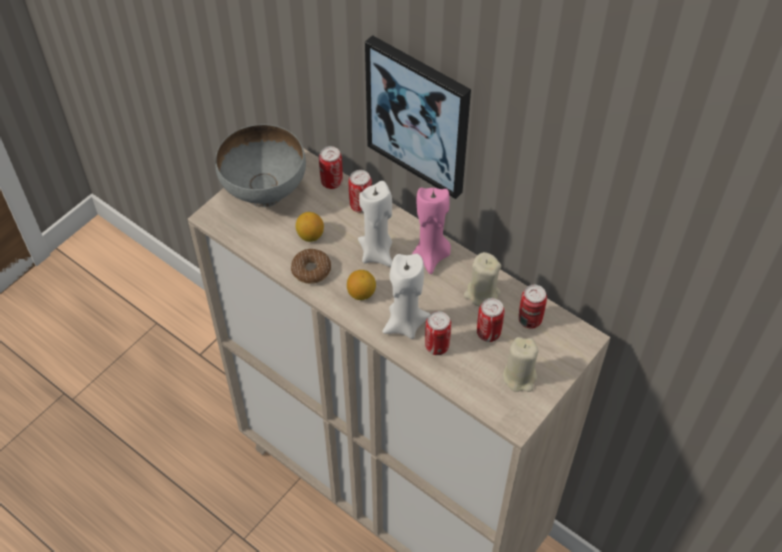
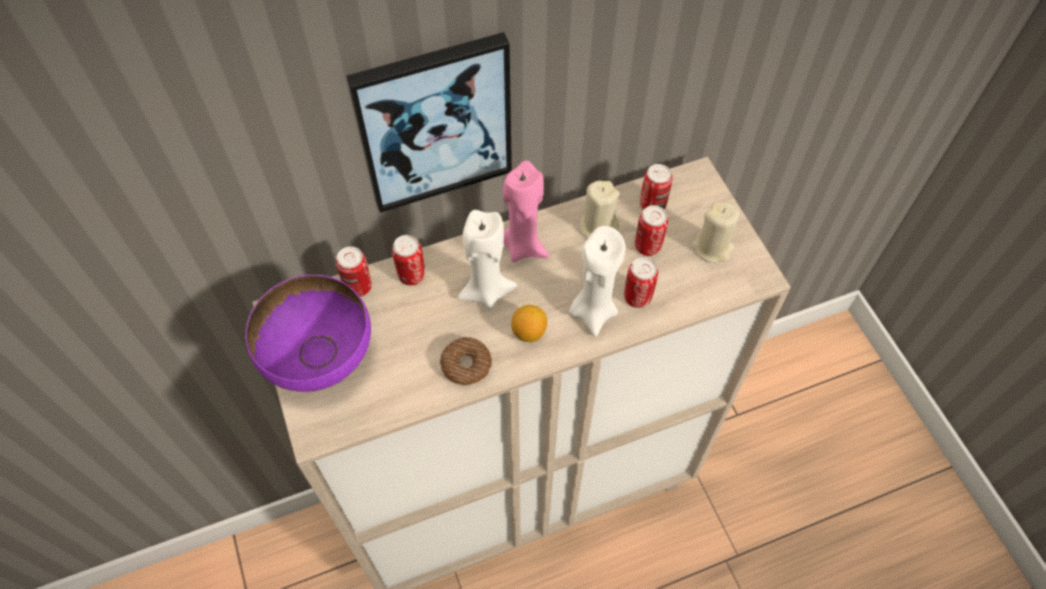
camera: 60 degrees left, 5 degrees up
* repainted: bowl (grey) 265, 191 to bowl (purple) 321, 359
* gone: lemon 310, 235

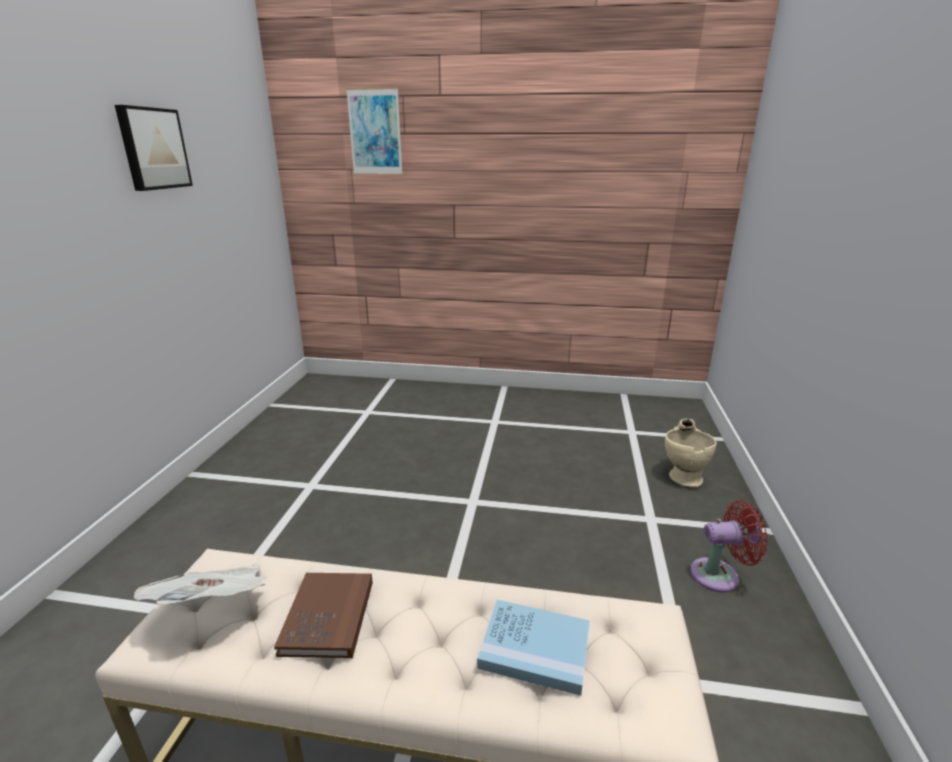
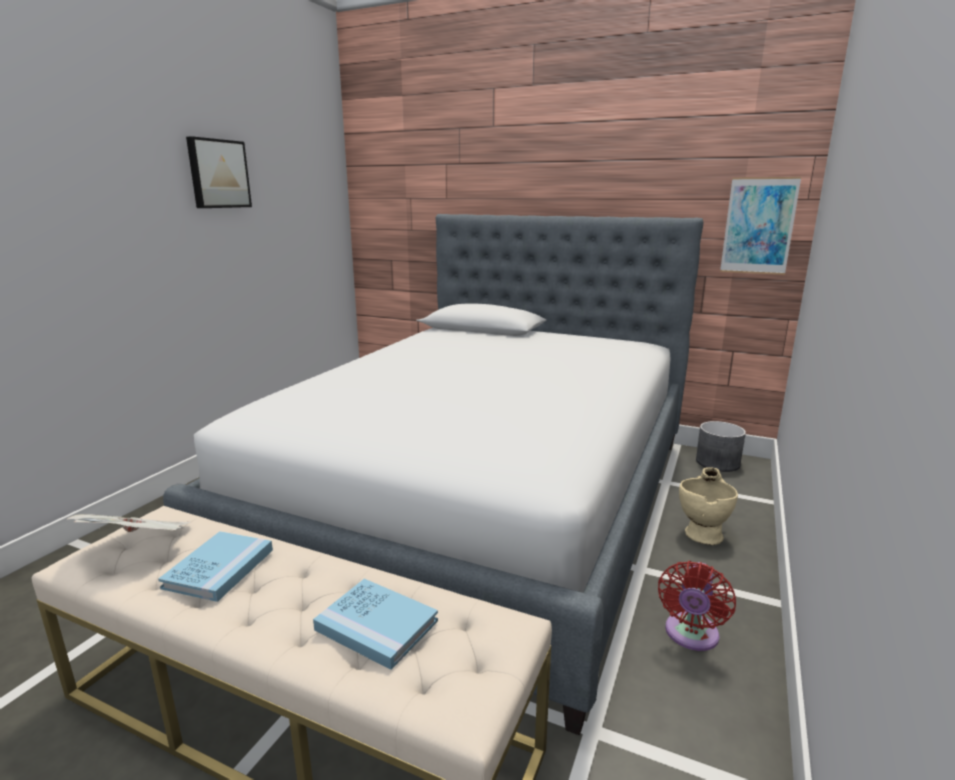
camera: 15 degrees right, 5 degrees down
* repainted: book (brown) 328, 616 to book (blue) 219, 568
* new: bed 484, 503
* rotated: fan (red) 719, 575 = 690, 636 105 degrees clockwise
* new: planter (grey) 717, 463
* shifted: picture 375, 132 to 758, 226

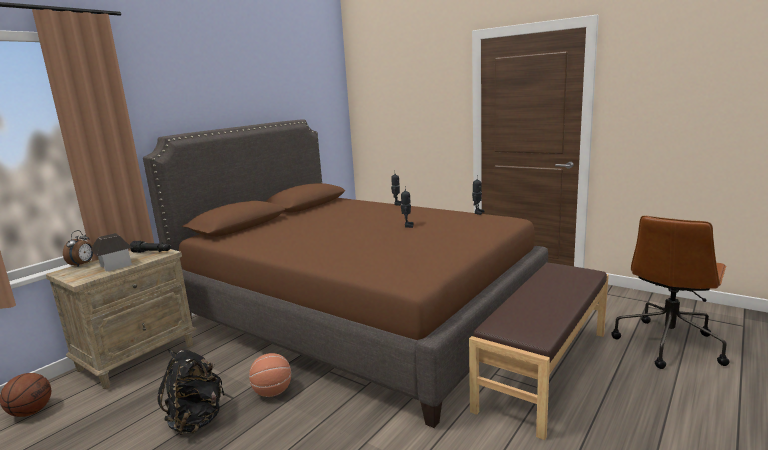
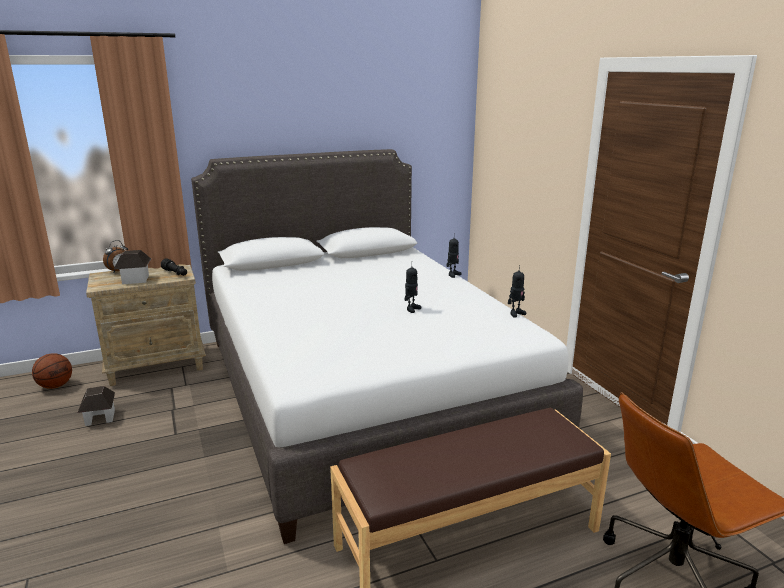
camera: 30 degrees right, 5 degrees up
* new: toy house 100, 418
* repainted: bed (brown) 358, 315 to bed (white) 361, 392
* gone: backpack (black) 196, 420
* gone: basketball 273, 392

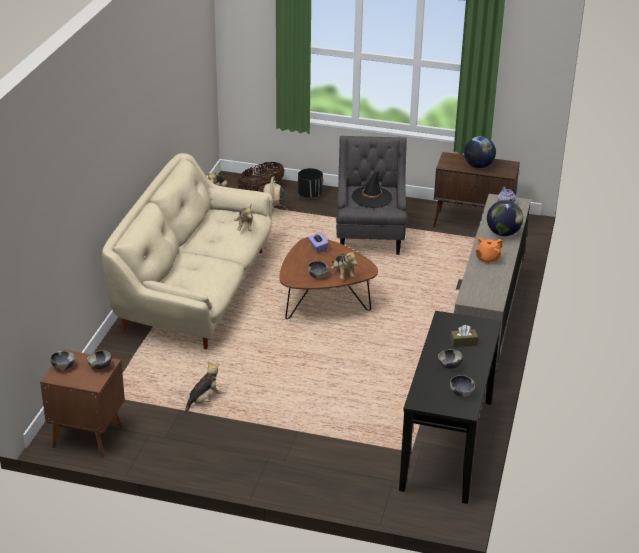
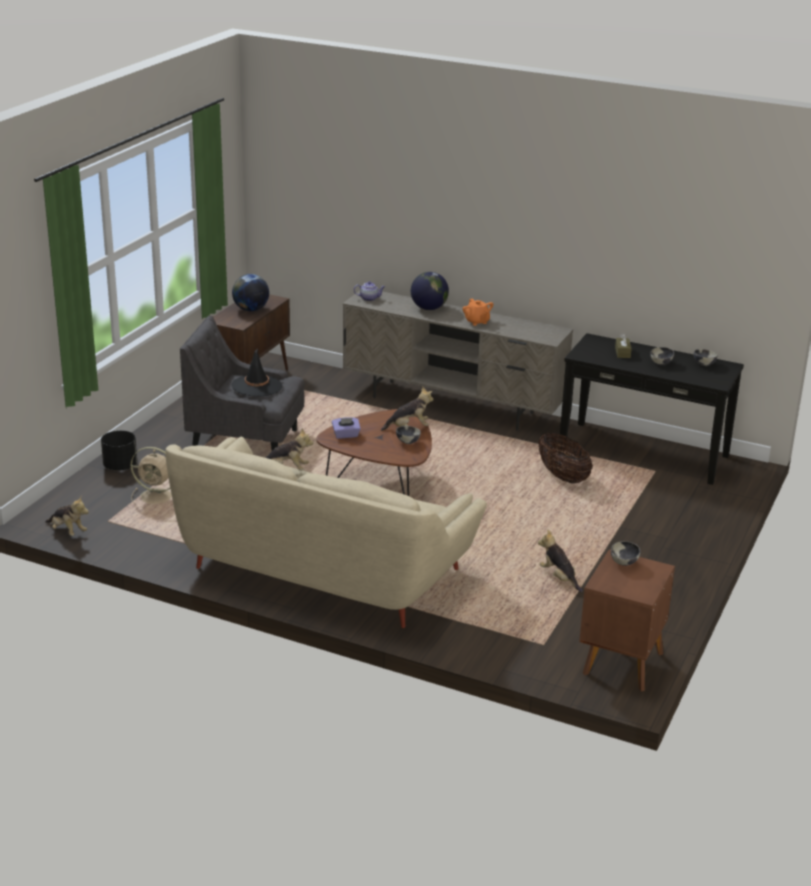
camera: 80 degrees left, 5 degrees down
* shifted: basket 261, 192 to 563, 476
* gone: bowl 63, 367

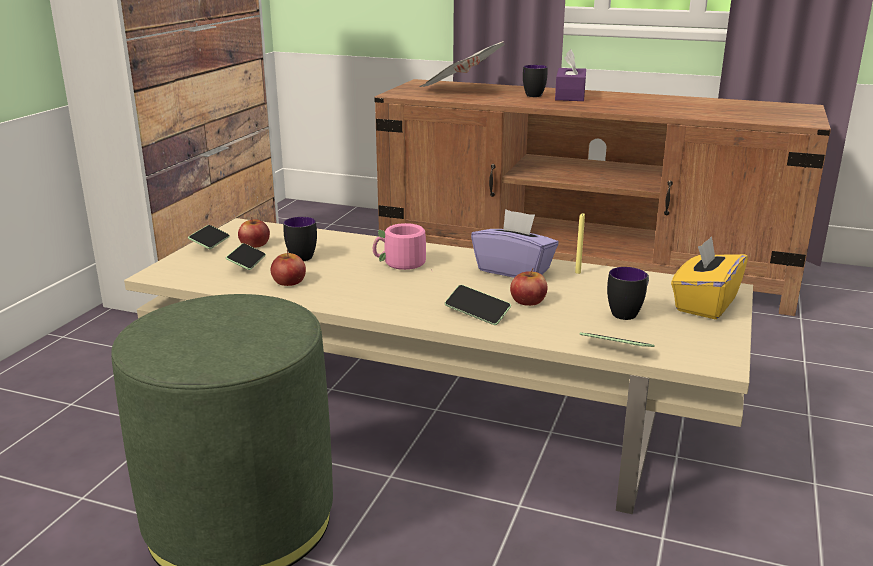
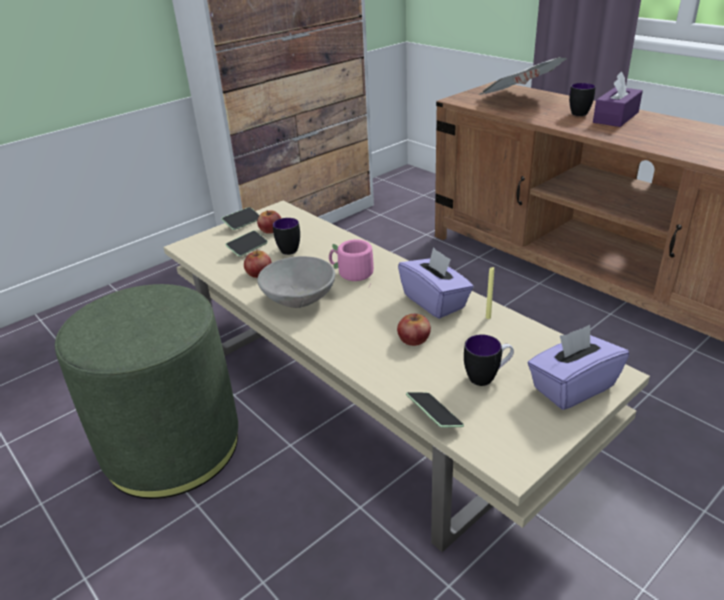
camera: 30 degrees right, 10 degrees up
* new: bowl (grey) 299, 298
* repainted: tissue box (yellow) 705, 304 to tissue box (purple) 572, 387
* gone: phone 477, 313

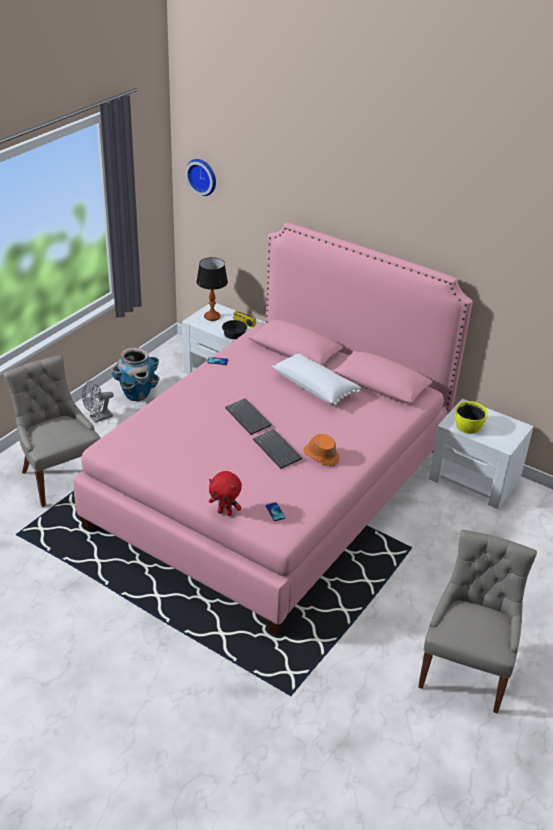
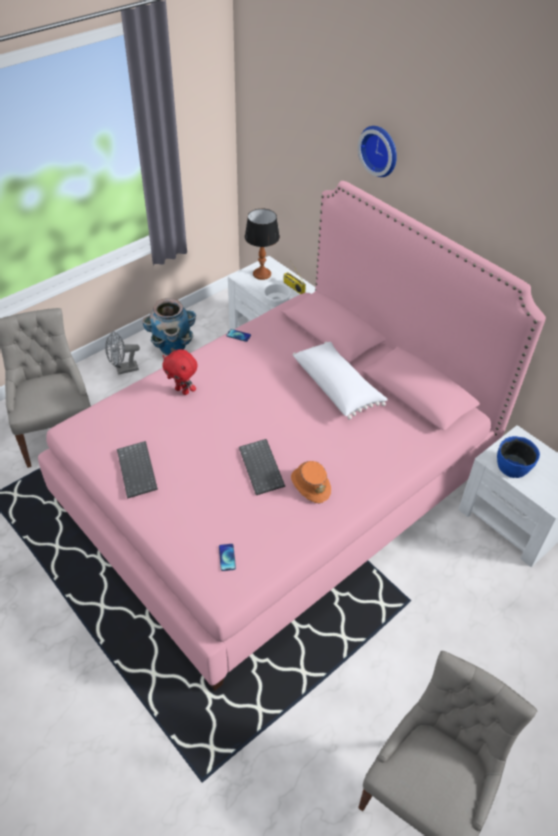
camera: 15 degrees right, 10 degrees up
* shifted: keyboard 249, 417 to 138, 470
* shifted: plush toy (red) 225, 512 to 183, 391
* repainted: bowl (black) 235, 336 to bowl (white) 277, 302
* shifted: wall clock 203, 176 to 380, 150
* repainted: bowl (yellow) 468, 426 to bowl (blue) 513, 467

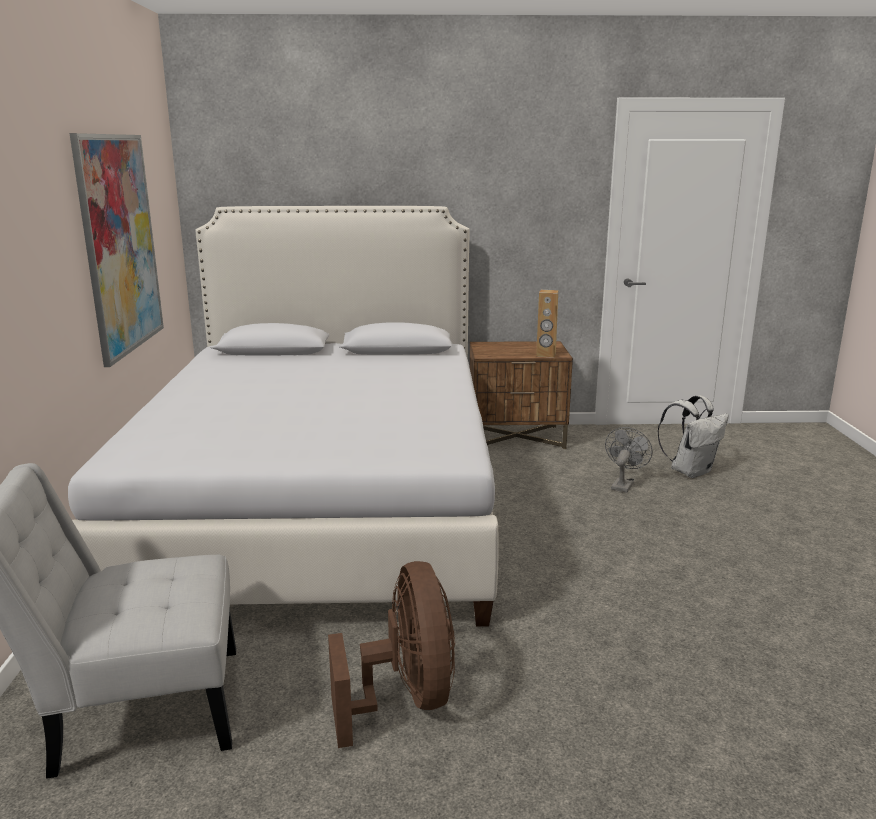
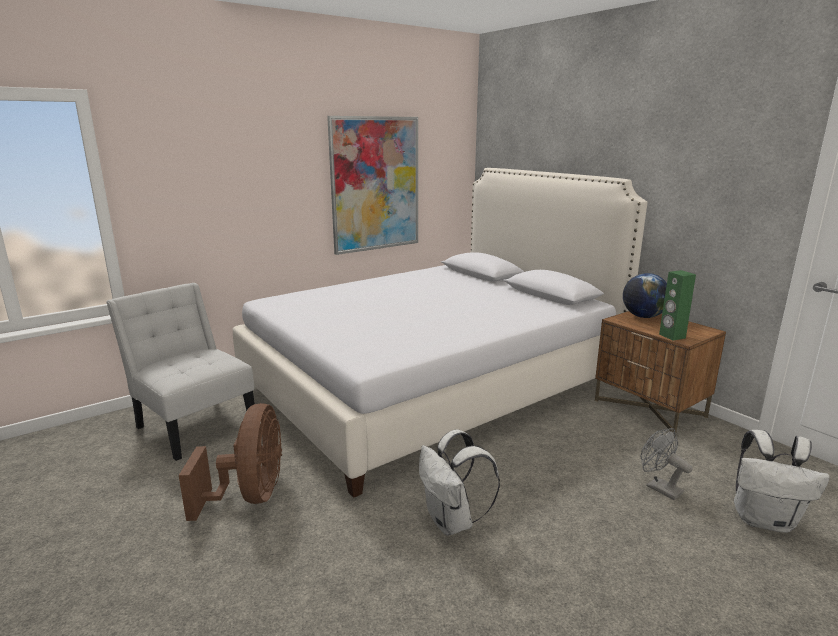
camera: 55 degrees right, 0 degrees up
* rotated: fan (brown) 405, 699 = 250, 496 45 degrees counterclockwise
* new: backpack (white) 452, 522
* new: globe 643, 316
* rotated: fan (grey) 623, 484 = 659, 487 120 degrees counterclockwise
* repainted: speaker (brown) 546, 355 to speaker (green) 672, 336

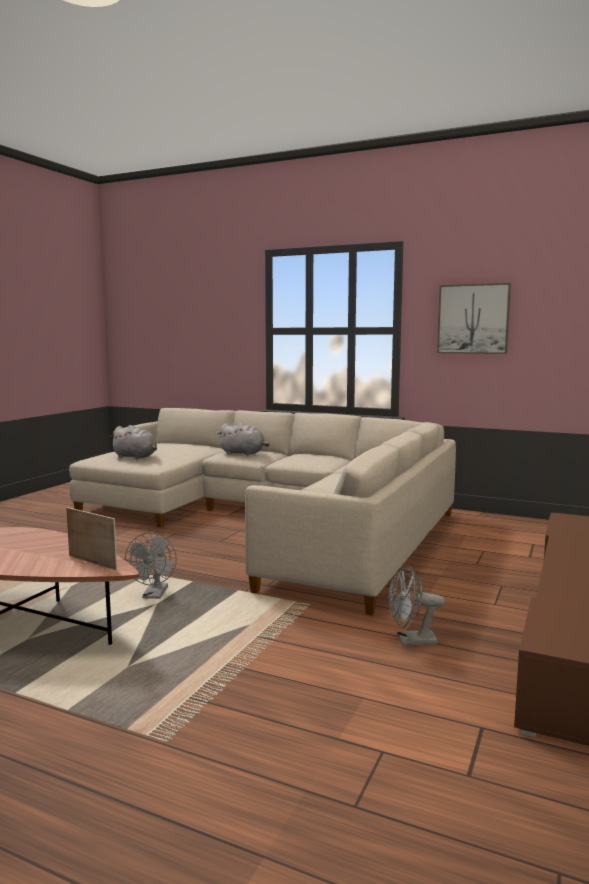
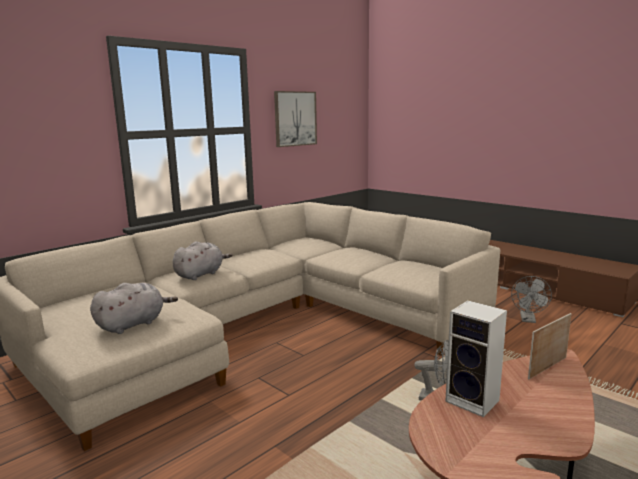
camera: 70 degrees left, 5 degrees up
* new: speaker 474, 401

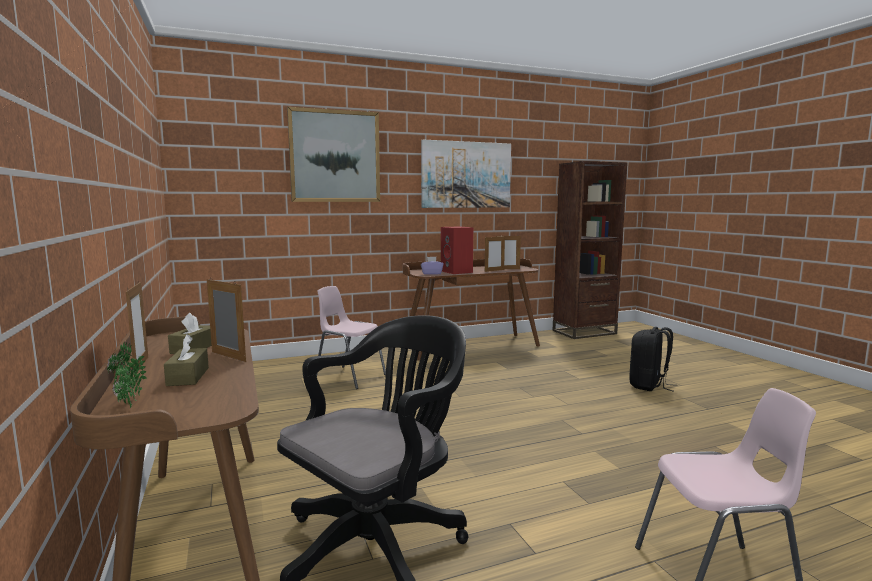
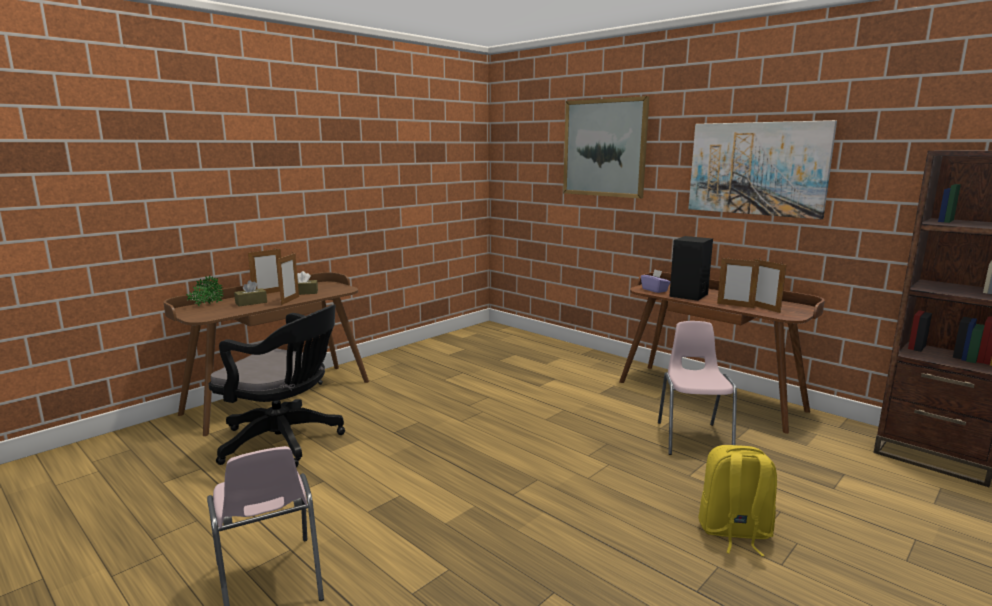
camera: 65 degrees right, 5 degrees up
* shifted: chair (pink) 349, 377 to 693, 438
* repainted: speaker (red) 457, 272 to speaker (black) 689, 295
* repainted: backpack (black) 649, 385 to backpack (yellow) 734, 532

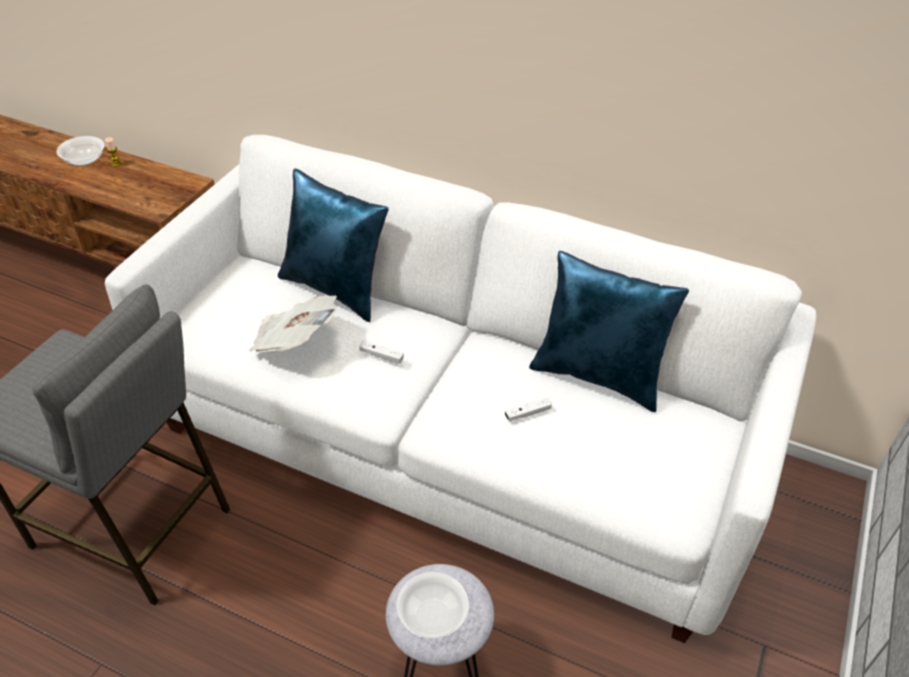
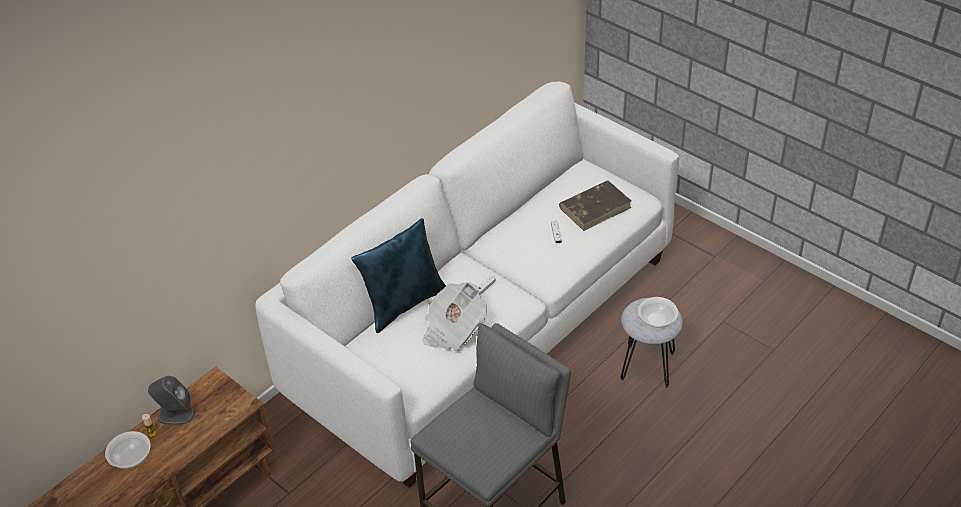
camera: 70 degrees left, 0 degrees up
* new: speaker (grey) 175, 415
* new: book (brown) 595, 207
* gone: pillow (blue) 598, 375

